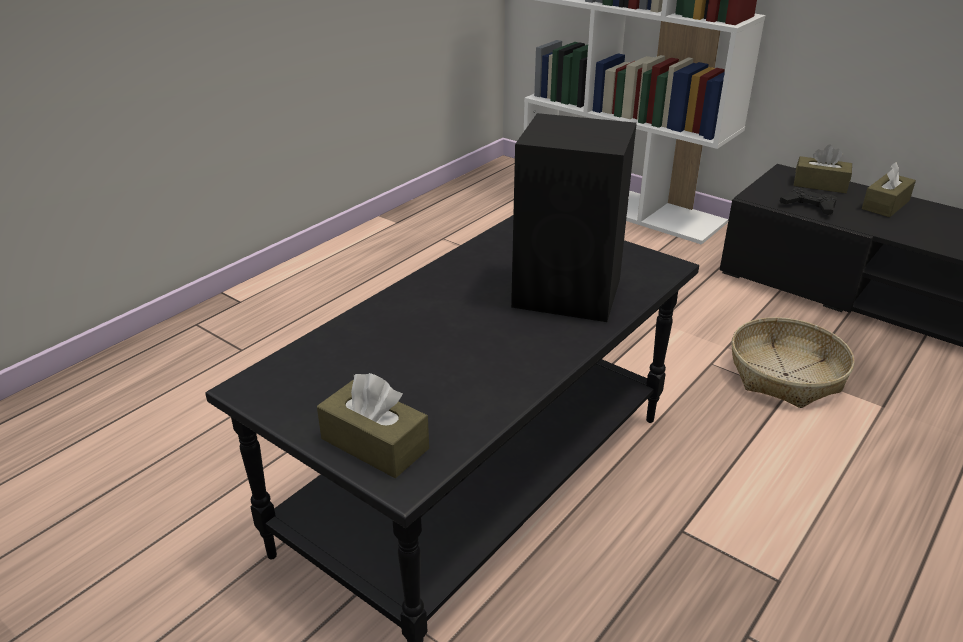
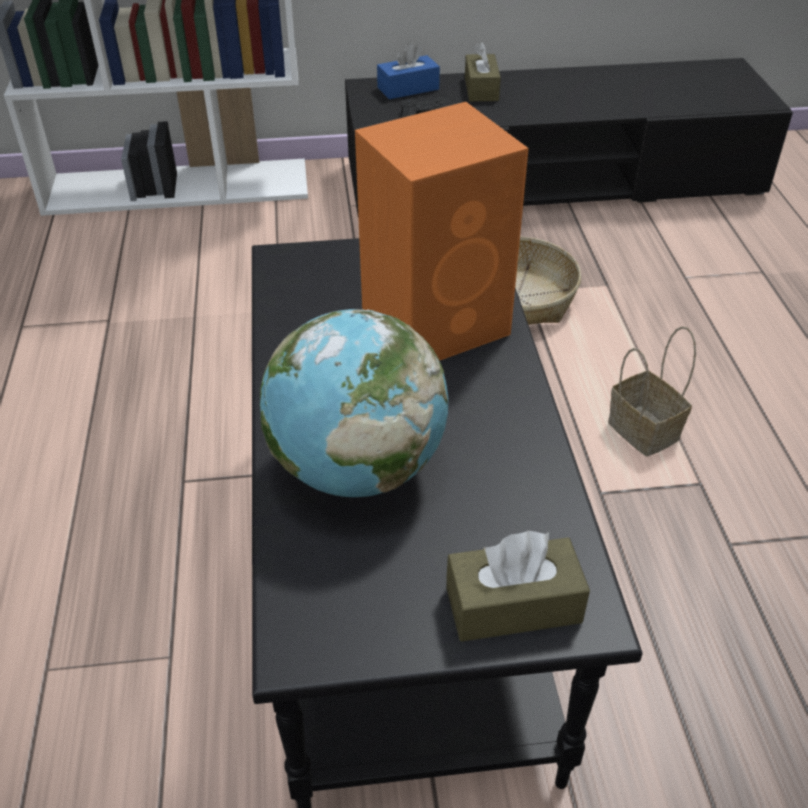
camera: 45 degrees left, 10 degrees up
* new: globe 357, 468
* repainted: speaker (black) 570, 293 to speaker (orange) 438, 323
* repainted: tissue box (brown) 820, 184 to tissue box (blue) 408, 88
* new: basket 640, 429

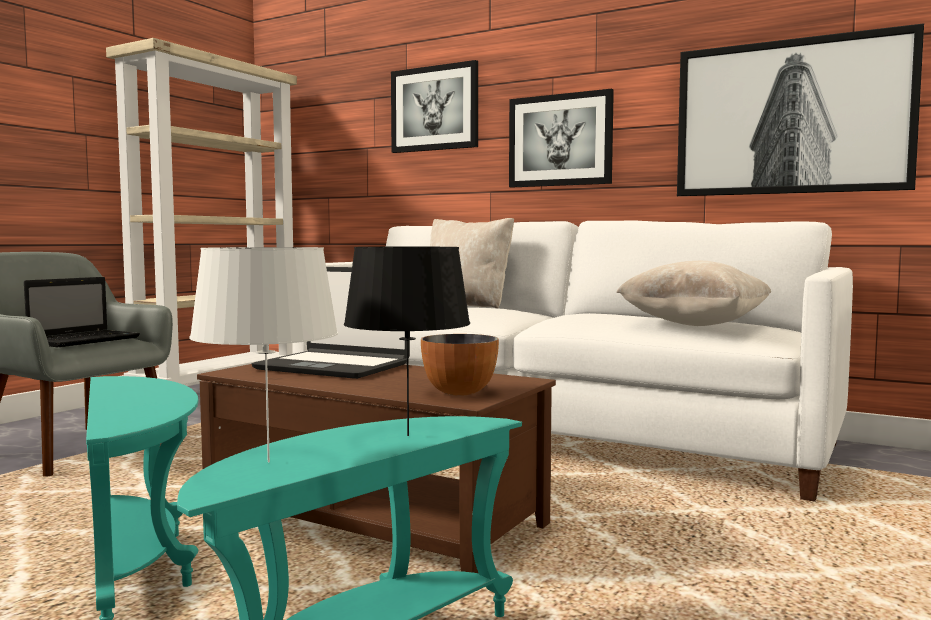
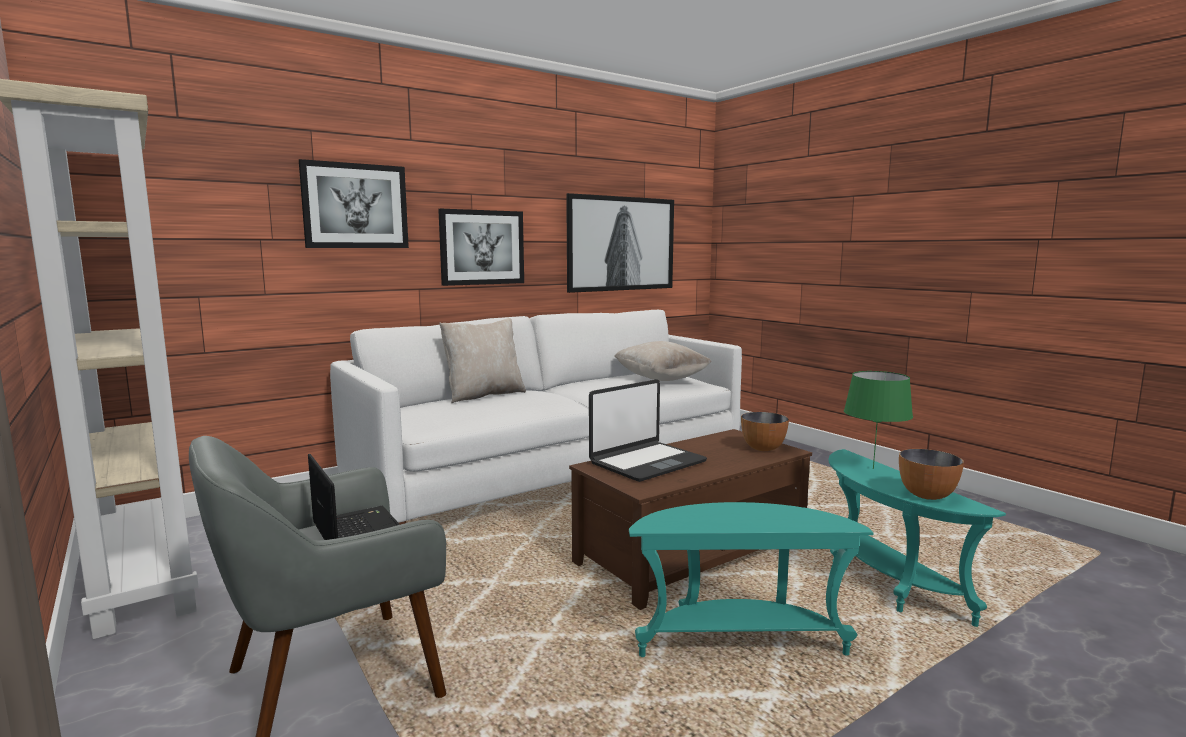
camera: 65 degrees left, 5 degrees up
* repainted: table lamp (black) 408, 436 to table lamp (green) 874, 469
* swapped: table lamp (white) 267, 462 to bowl 927, 495

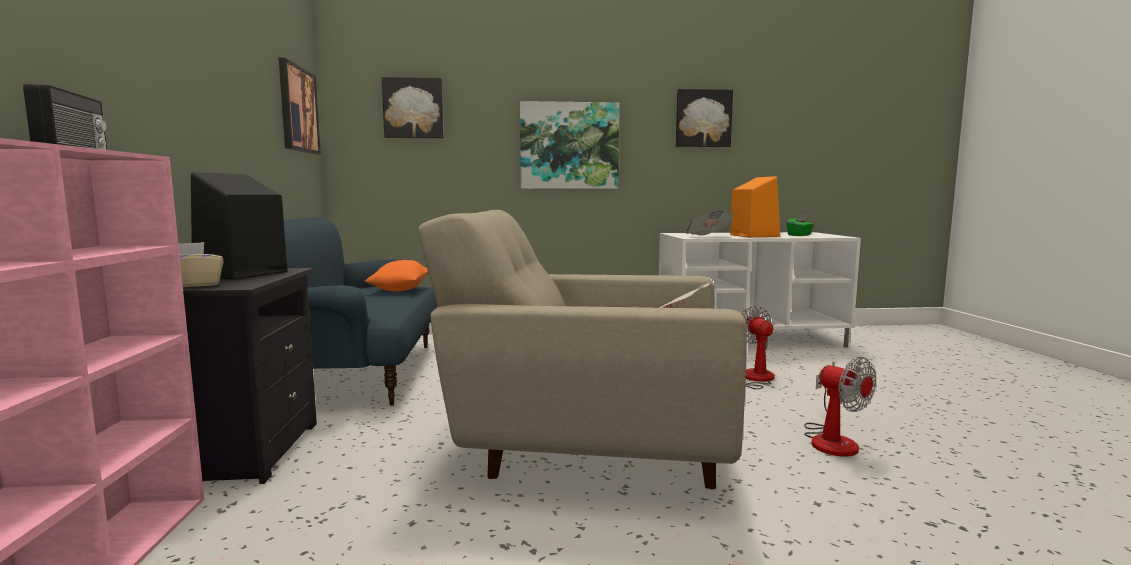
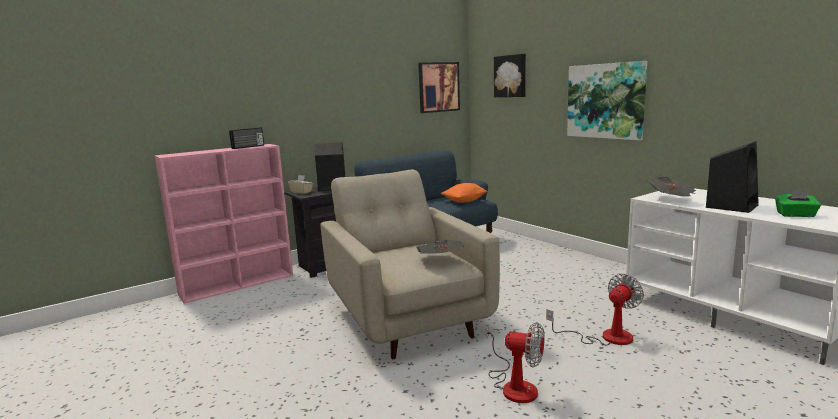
camera: 60 degrees right, 5 degrees up
* rotated: fan 832, 440 = 514, 385 90 degrees counterclockwise
* repainted: speaker (orange) 753, 235 to speaker (black) 731, 206
* gone: picture 703, 118

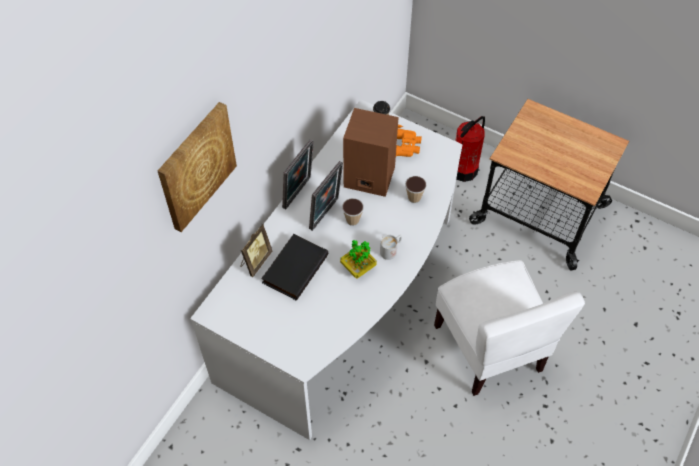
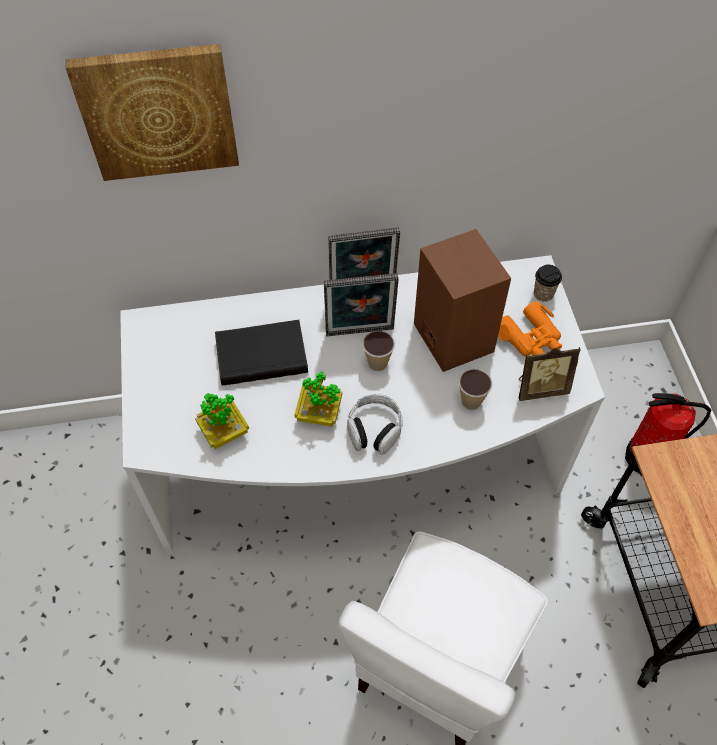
camera: 50 degrees right, 0 degrees up
* new: potted plant 224, 432
* swapped: mug (white) 391, 250 to headphones 374, 429
* shifted: picture frame 255, 261 to 540, 388

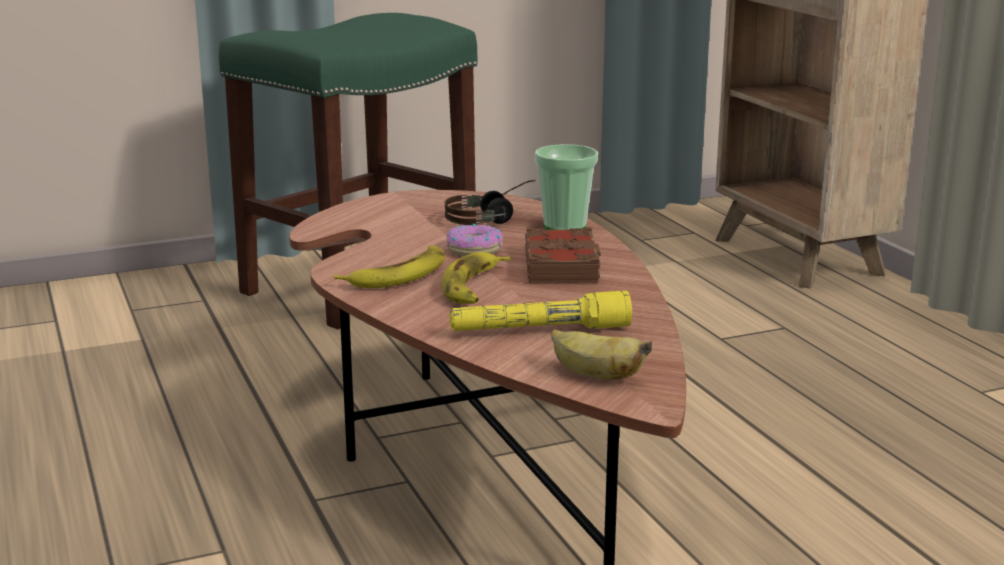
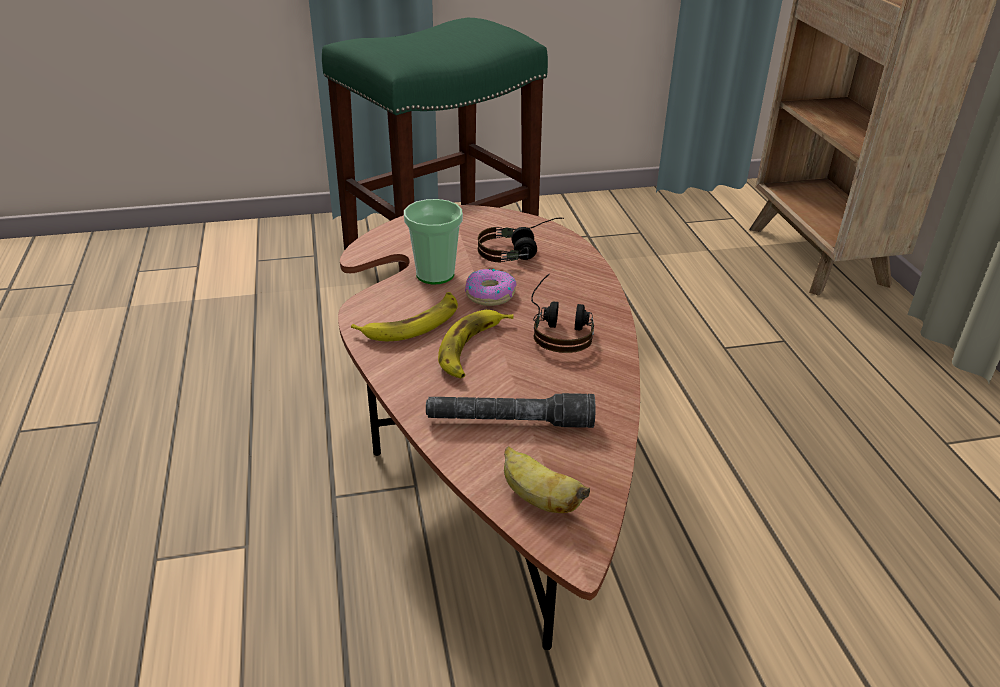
camera: 10 degrees right, 15 degrees up
* shifted: cup 565, 226 to 435, 274
* repainted: flashlight (yellow) 539, 330 to flashlight (grey) 509, 421
* swapped: book (brown) 562, 266 to headphones 560, 327

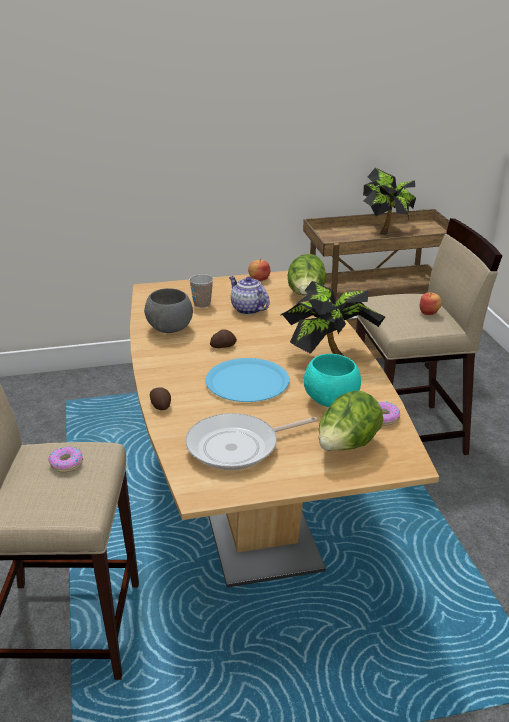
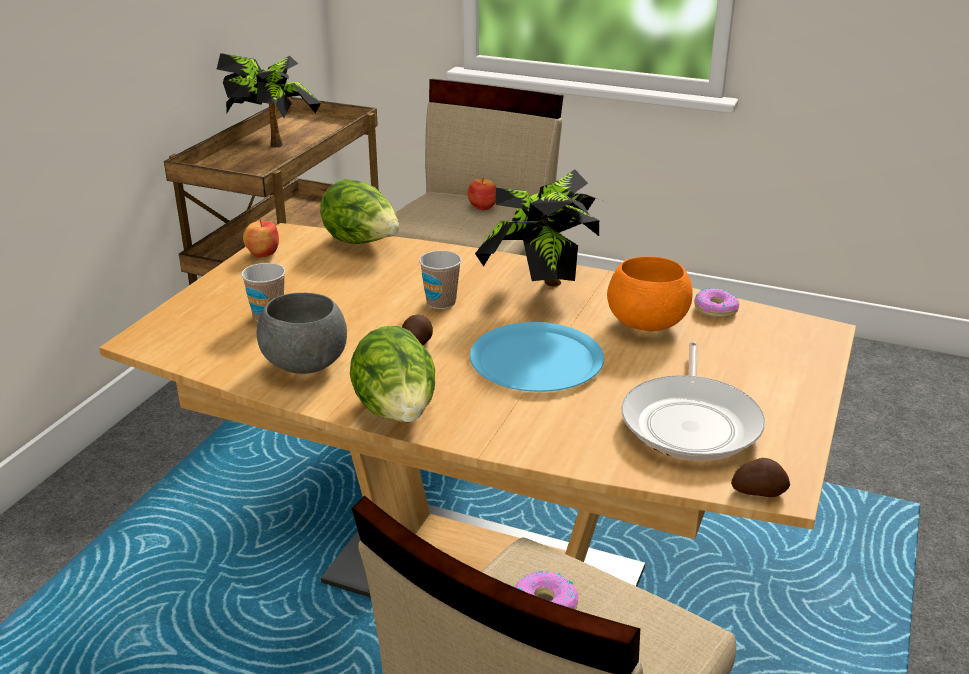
camera: 55 degrees left, 0 degrees up
* shifted: lettuce 347, 446 to 397, 413
* new: cup 441, 303
* repainted: bowl (turquoise) 330, 402 to bowl (orange) 647, 325
* shifted: potato 161, 405 to 758, 491
* gone: teapot 247, 309

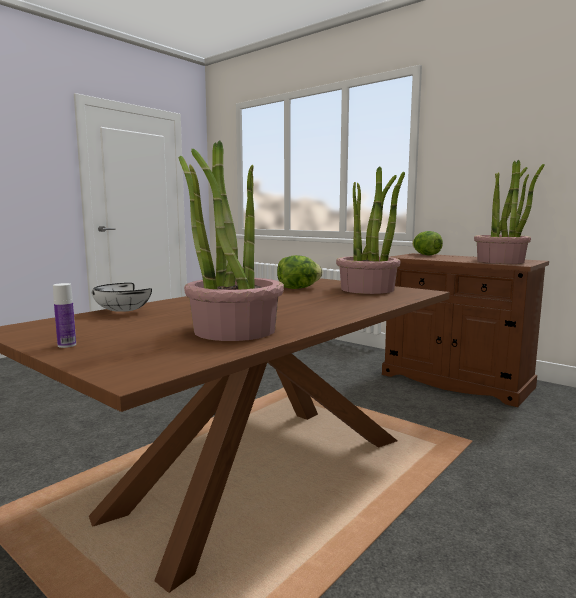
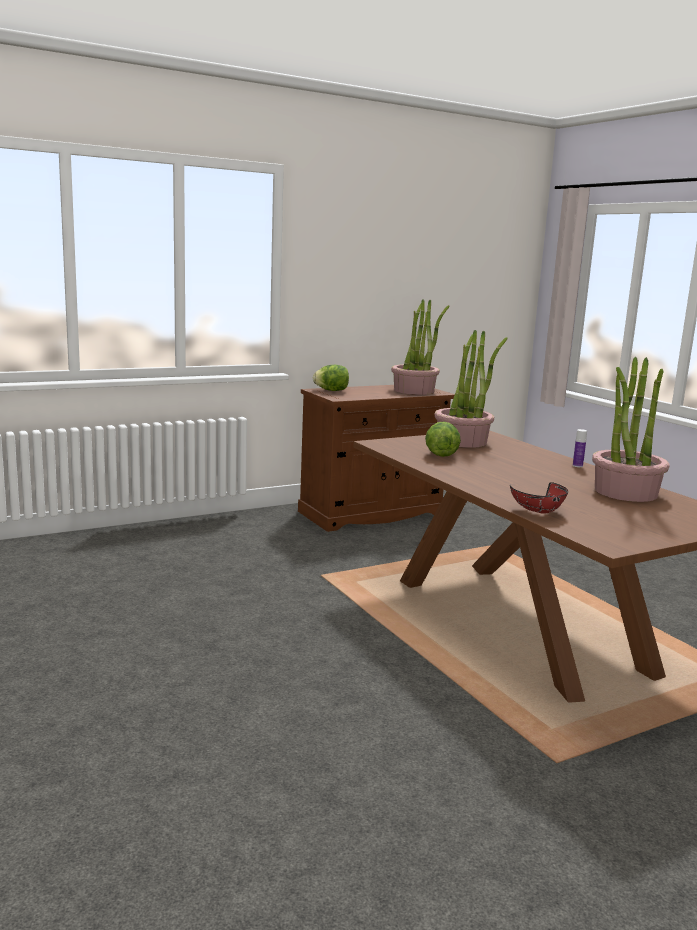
camera: 70 degrees left, 5 degrees up
* repainted: bowl (white) 120, 311 to bowl (red) 540, 512
* shifted: bottle 67, 345 to 577, 466

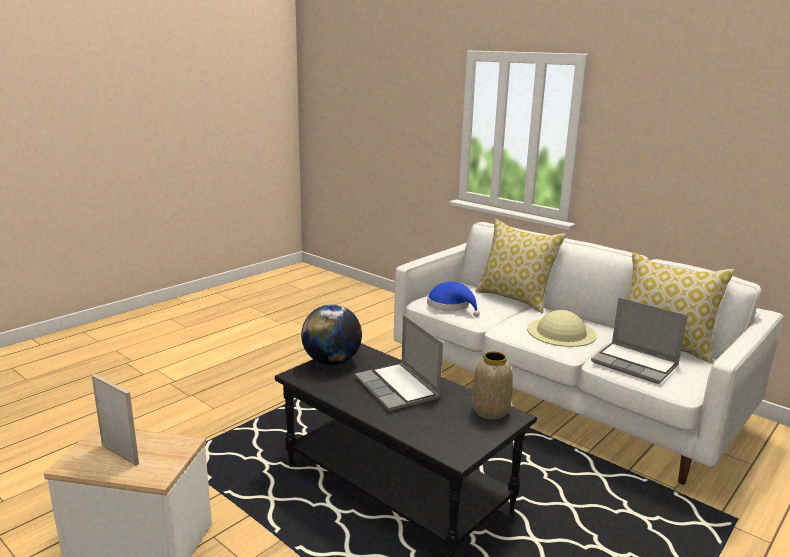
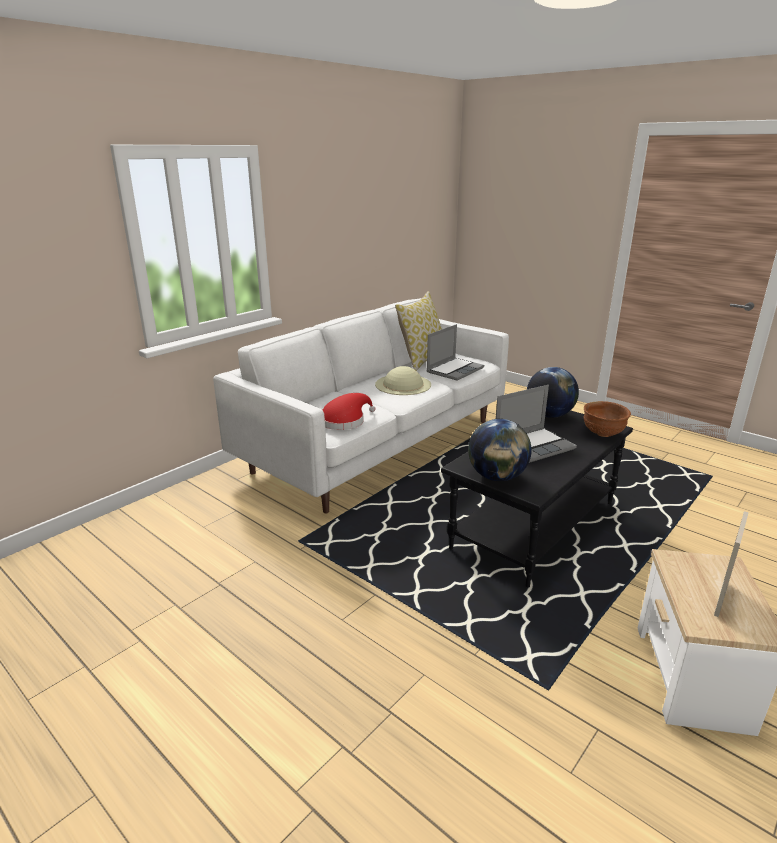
camera: 90 degrees left, 5 degrees up
* repainted: hat (blue) 451, 306 to hat (red) 345, 421
* swapped: vase 491, 411 to globe 549, 415
* new: bowl (brown) 603, 434
* gone: pillow 515, 299

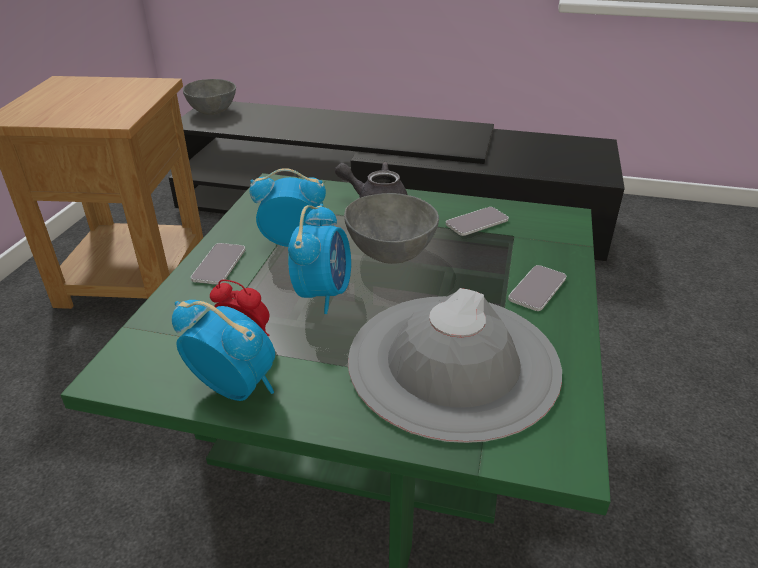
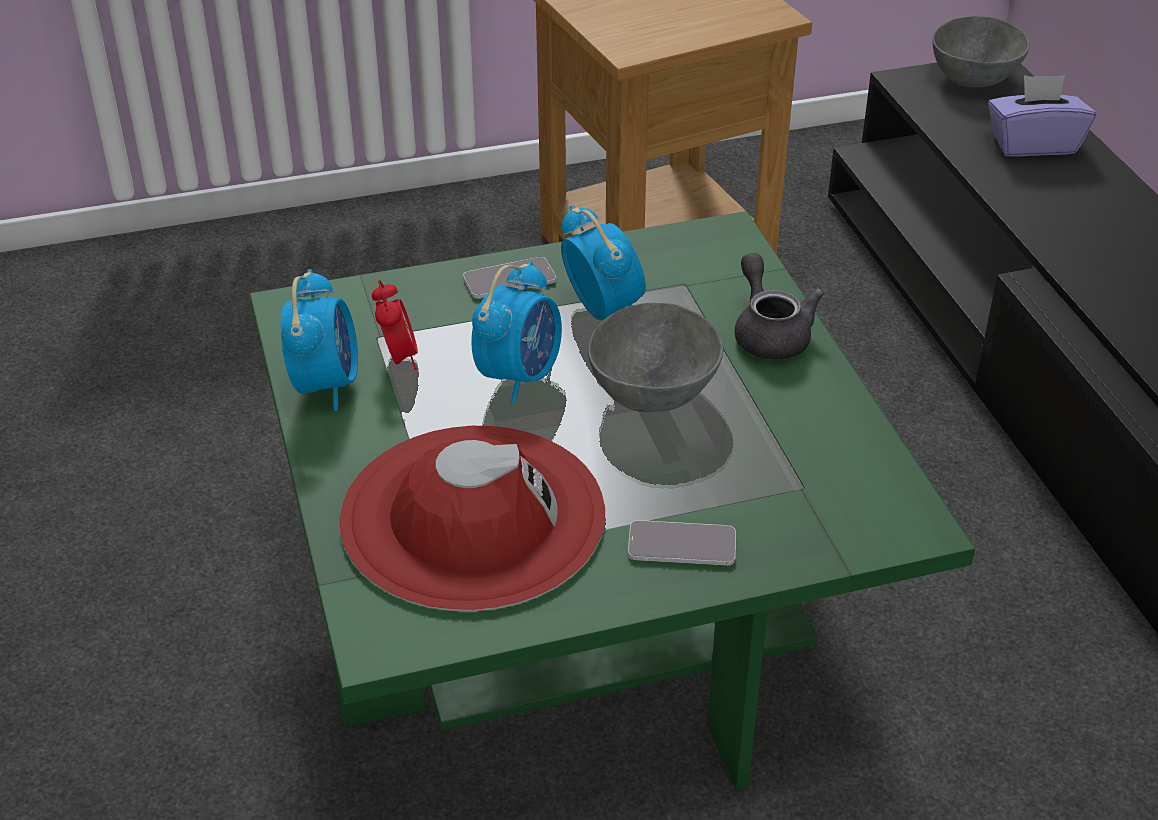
camera: 60 degrees right, 5 degrees up
* repainted: hat (grey) 453, 363 to hat (red) 472, 516
* rotated: alarm clock 323, 294 = 519, 376 45 degrees counterclockwise
* new: tissue box (purple) 1033, 144
* gone: phone 477, 222

